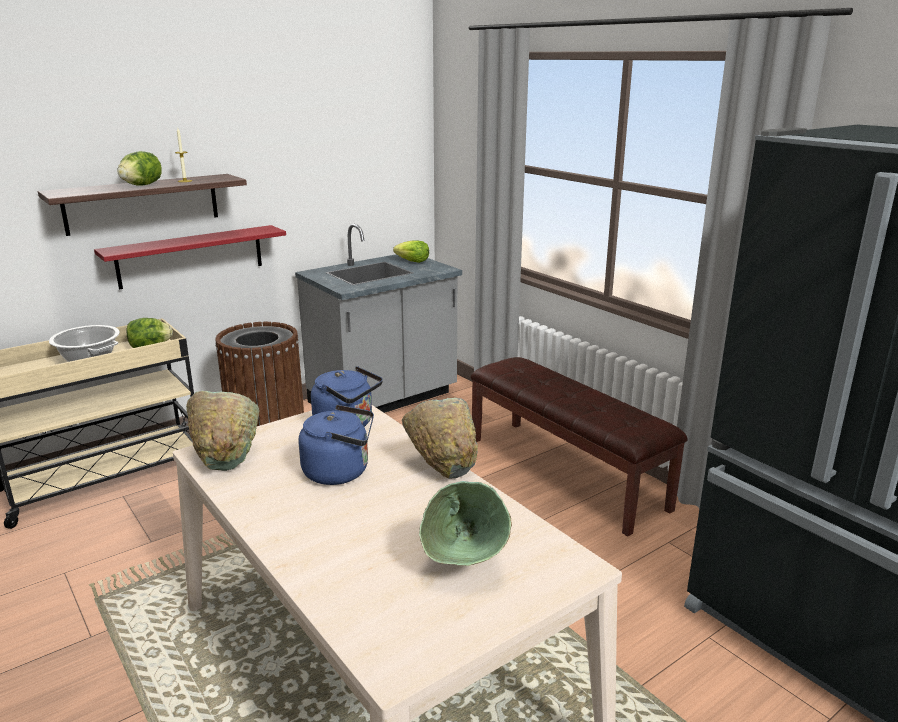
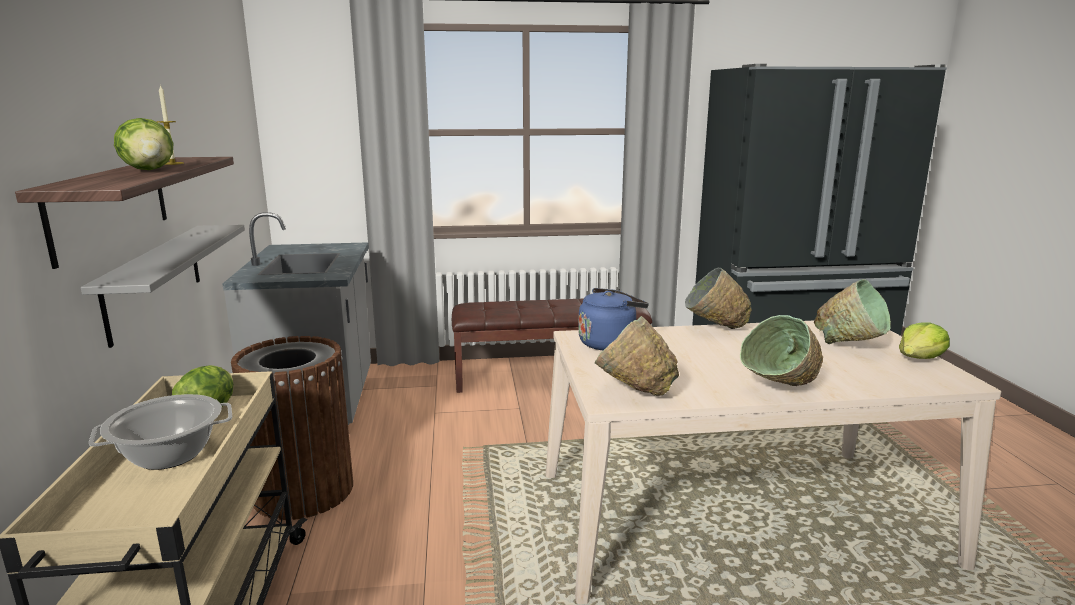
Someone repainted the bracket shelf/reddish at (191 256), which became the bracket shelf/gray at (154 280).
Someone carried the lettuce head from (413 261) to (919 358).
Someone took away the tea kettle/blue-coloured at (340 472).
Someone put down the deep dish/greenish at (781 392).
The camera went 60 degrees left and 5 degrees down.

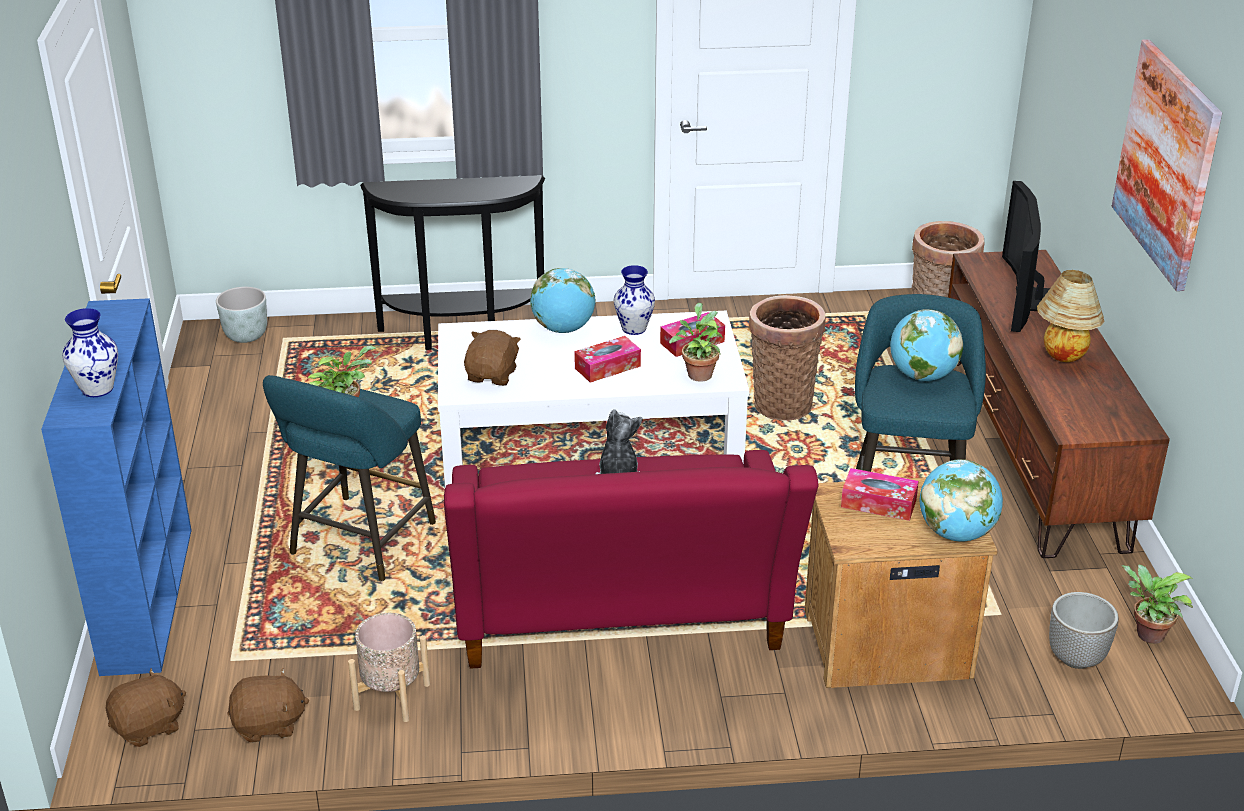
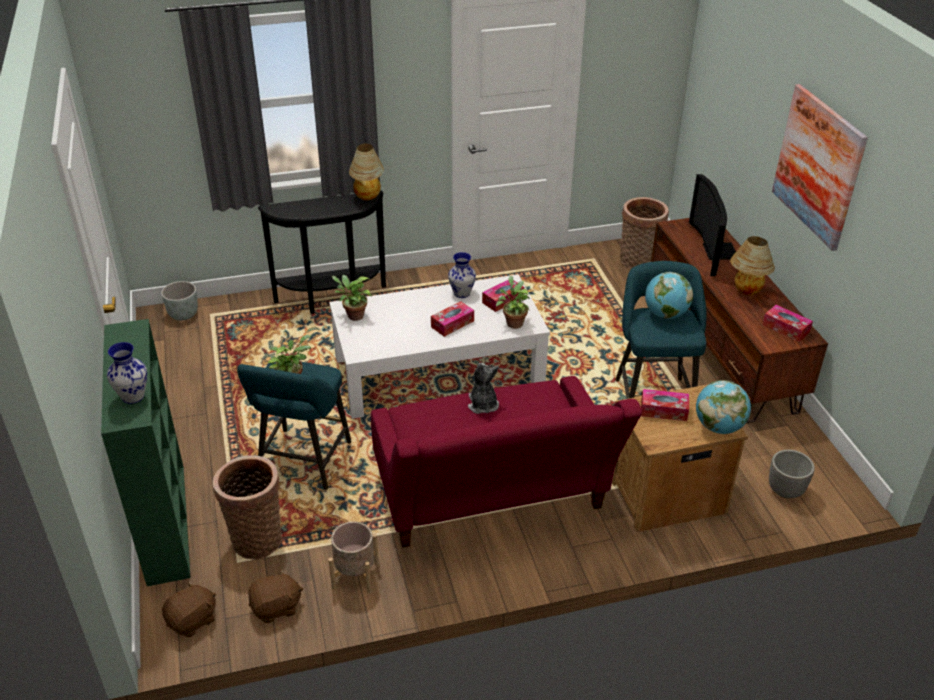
Someone took away the globe at (563 329).
Someone carried the basket from (781 402) to (256 538).
Someone repainted the bookshelf/blue-coloured at (147 597), which became the bookshelf/greenish at (165 521).
Someone took away the plush toy/brown-coloured at (493 375).
Someone carried the potted plant from (1146 634) to (353 316).
Someone put down the lamp for a table at (368 198).
Someone put down the box of tissues at (786 328).
The camera went 10 degrees left and 5 degrees up.

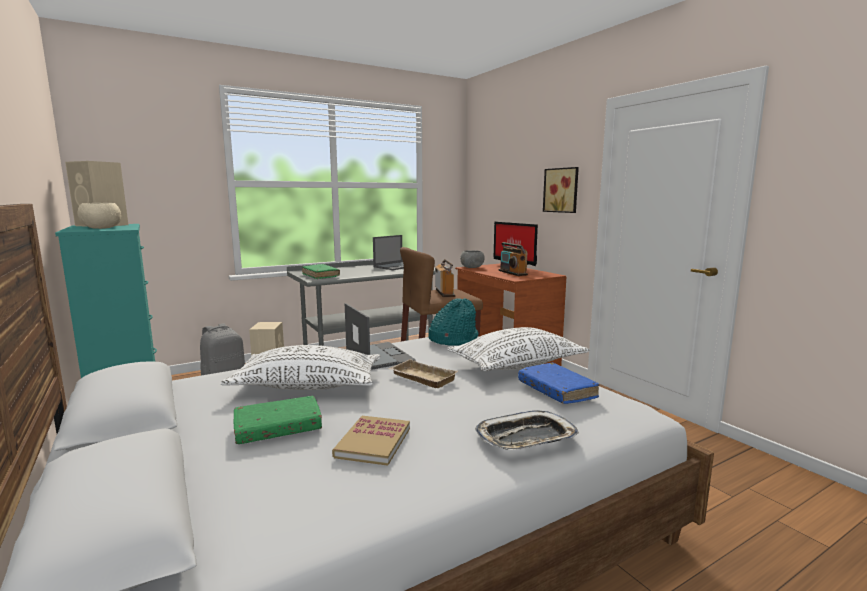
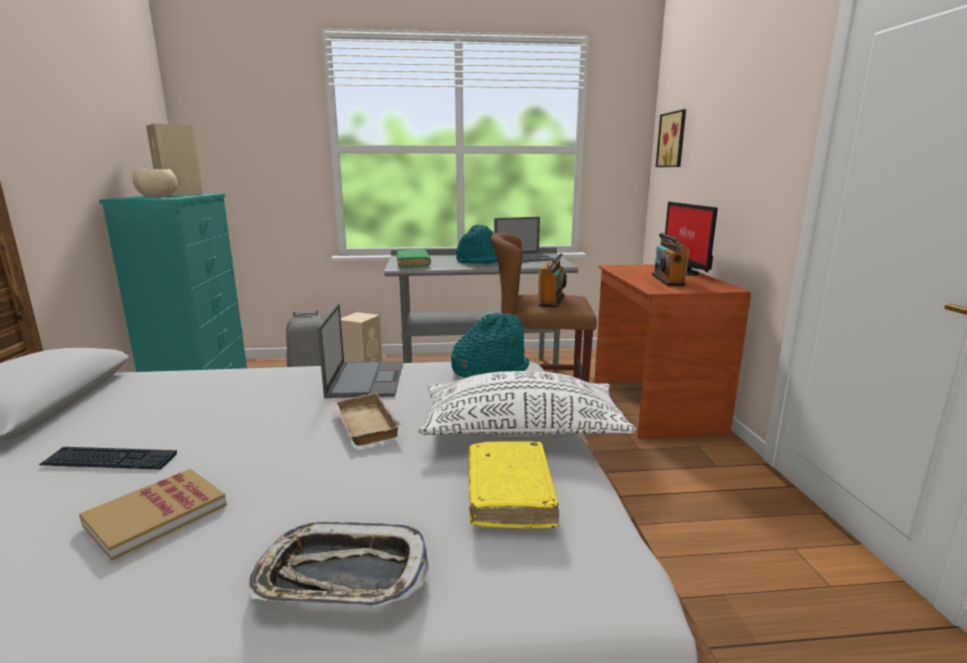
Someone carried the picture from (562 190) to (673 140).
Someone took away the deep dish/gray at (472 267).
Someone took away the pillow/white at (308 386).
Someone repainted the volume/blue-coloured at (556 390), which became the volume/yellow-coloured at (509 494).
Someone swapped the volume/greenish at (278 428) for the keyboard at (110 460).
Someone put down the clothing hat/turquoise-coloured at (478 261).
The camera went 25 degrees right and 5 degrees up.

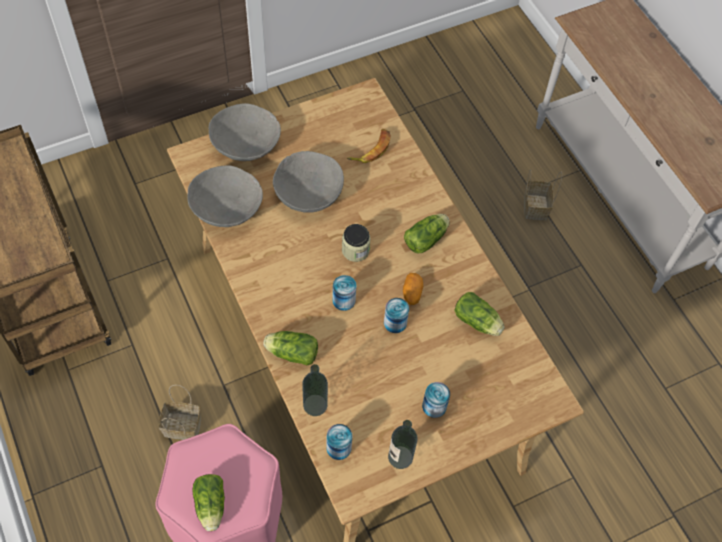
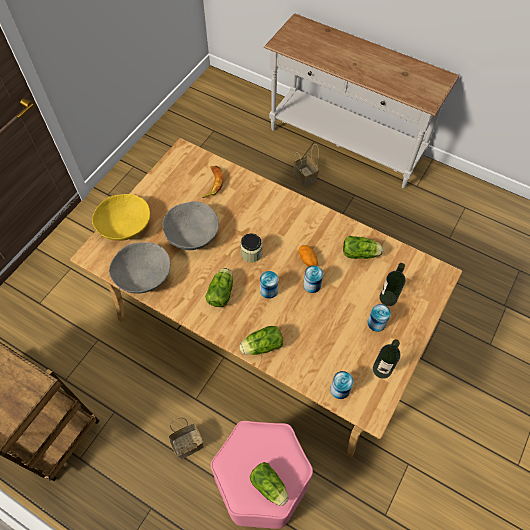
Someone repainted the deep dish/gray at (245 144), which became the deep dish/yellow-coloured at (124 225).
Someone carried the lettuce head from (427 238) to (221 291).
Someone carried the bottle from (315 405) to (388 298).
The camera went 30 degrees left and 0 degrees up.

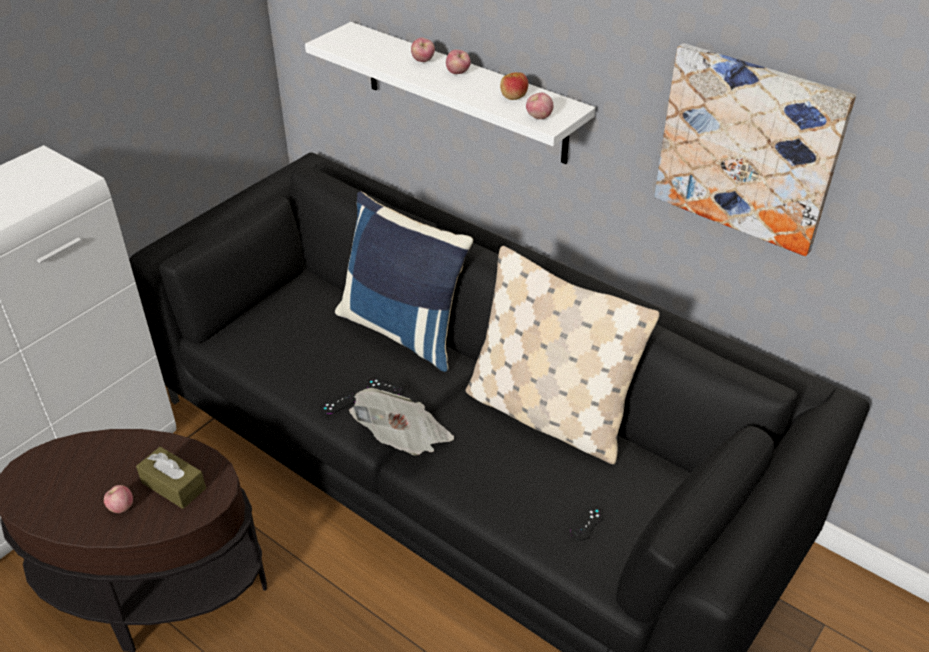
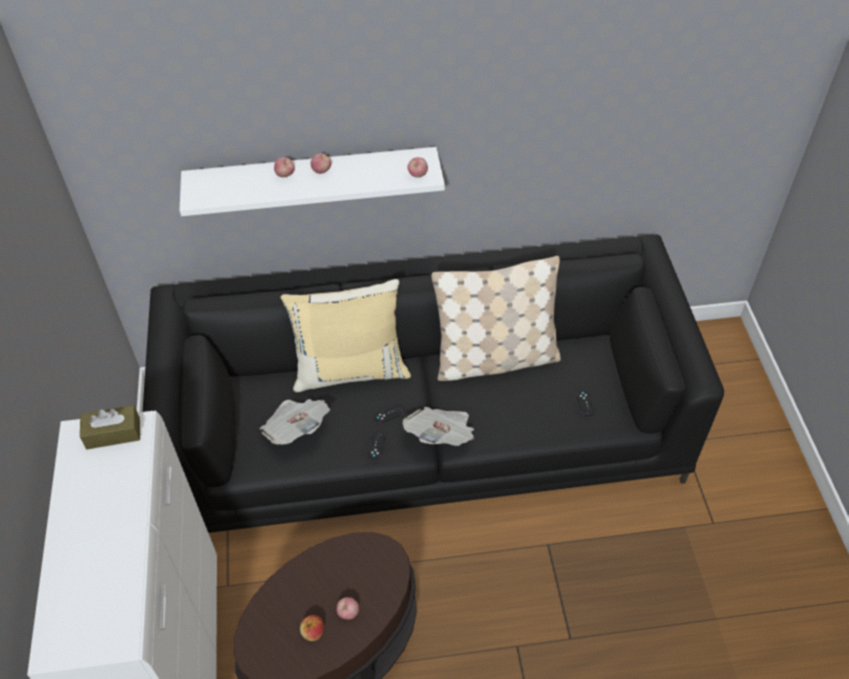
Someone took away the picture at (748 148).
Someone carried the whole apple from (513 97) to (313 632).
Someone repainted the pillow/blue-coloured at (404 330), which became the pillow/beige at (350 370).
Someone carried the box of tissues/brown-coloured from (174 485) to (113 433).
Someone put down the newspaper at (296 429).
The camera went 45 degrees left and 10 degrees up.

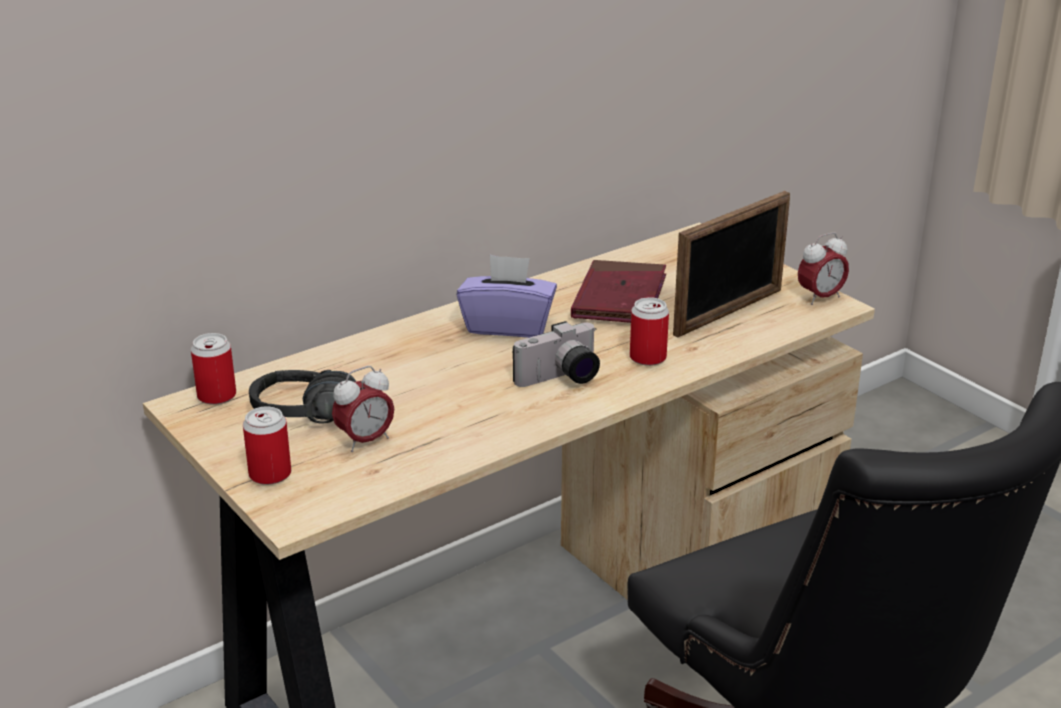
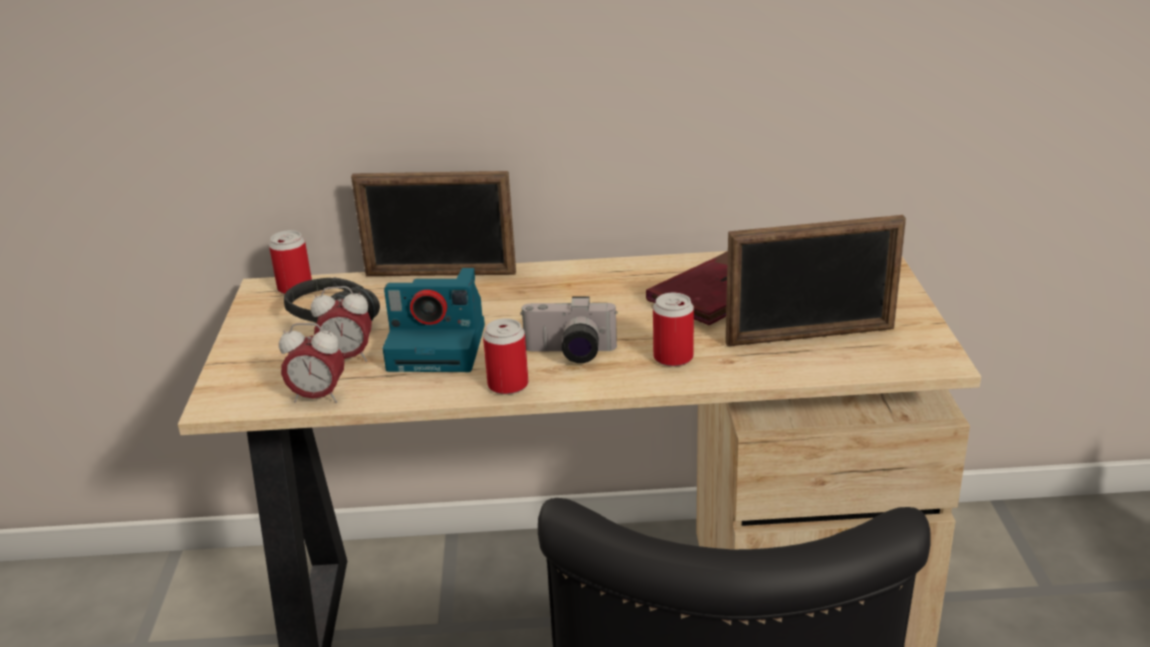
Someone carried the bedside clock from (820 298) to (318 397).
Someone took away the box of tissues/purplish at (508 325).
Someone carried the can from (270 474) to (508 385).
Someone put down the standing frame at (440 274).
Someone put down the photo camera at (440 347).
The camera went 35 degrees right and 0 degrees up.

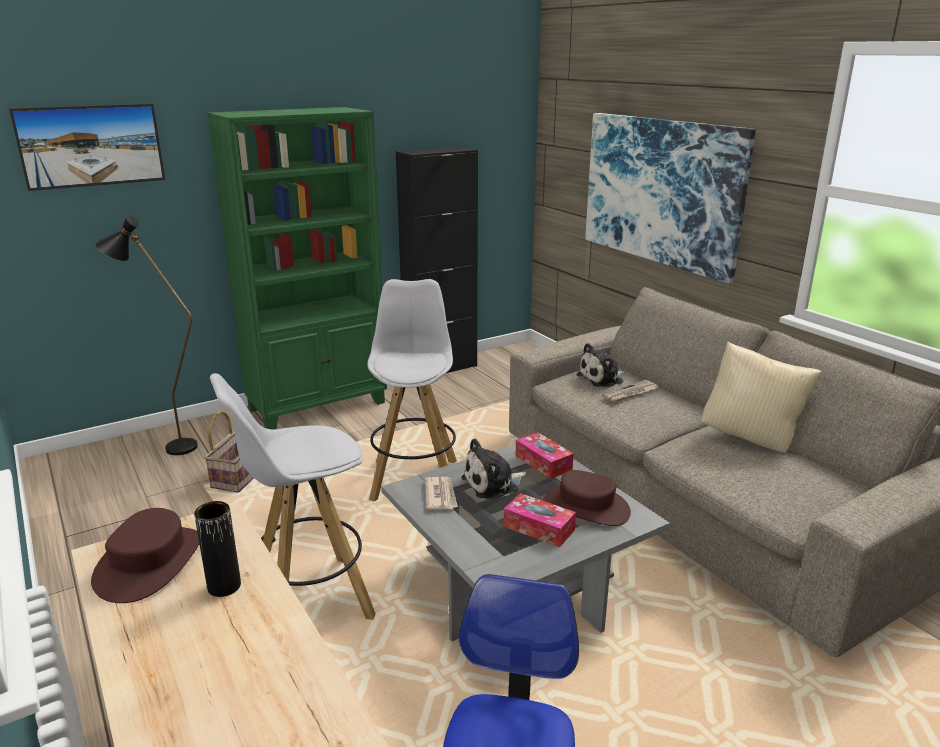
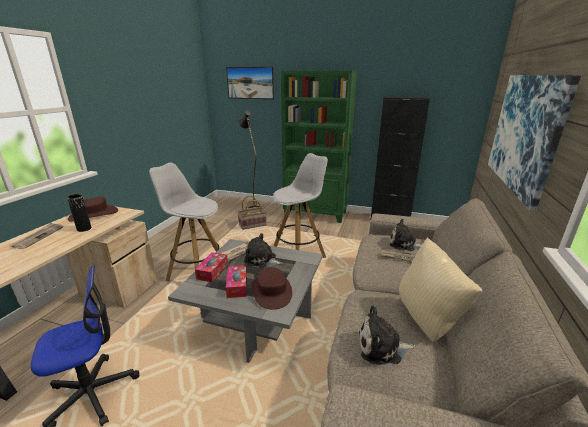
Someone carried the box of tissues from (543 462) to (212 271).
Someone put down the newspaper at (39 237).
Someone put down the plush toy at (382 347).
The camera went 50 degrees right and 0 degrees up.

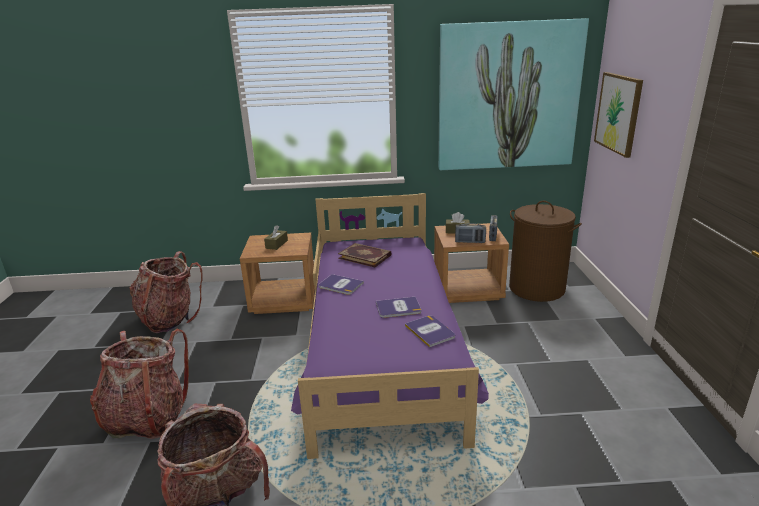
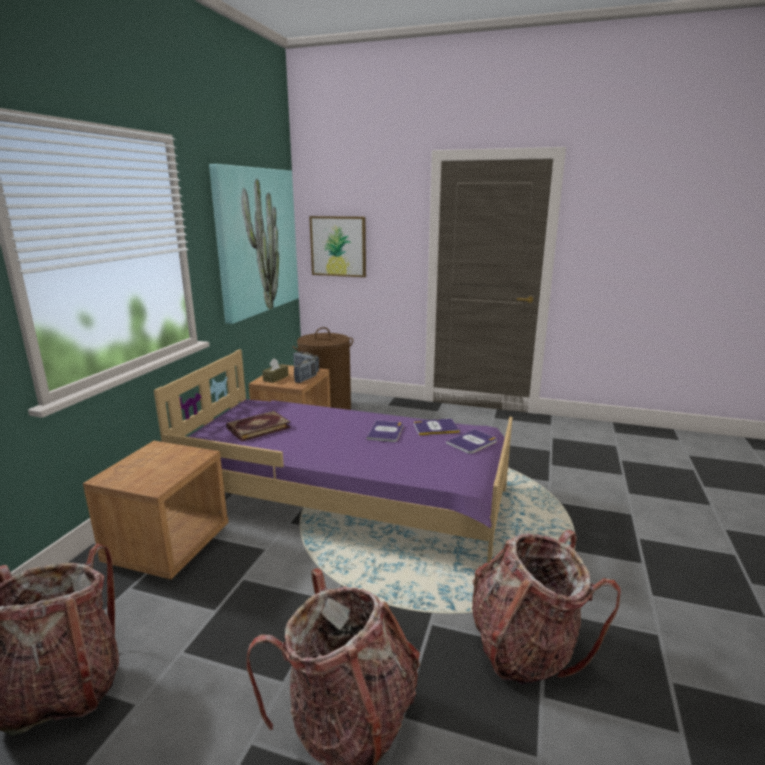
Someone took away the box of tissues/brown-coloured at (276 244).
Someone carried the volume from (340 285) to (472 442).
The camera went 70 degrees left and 5 degrees down.

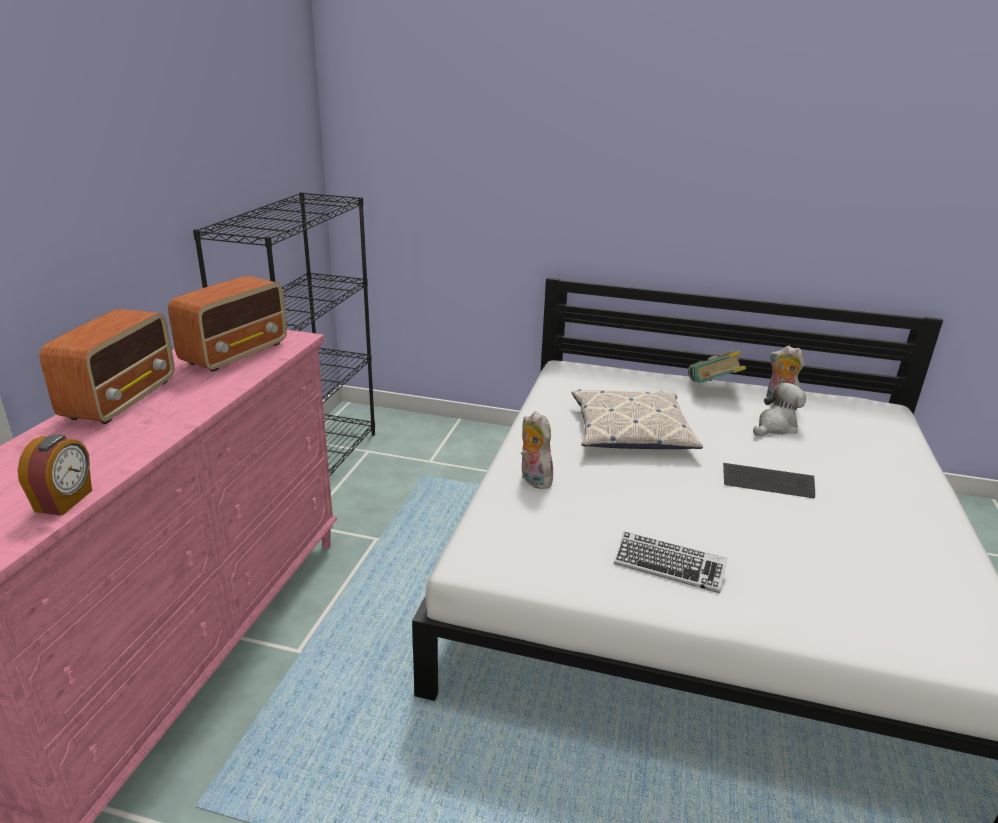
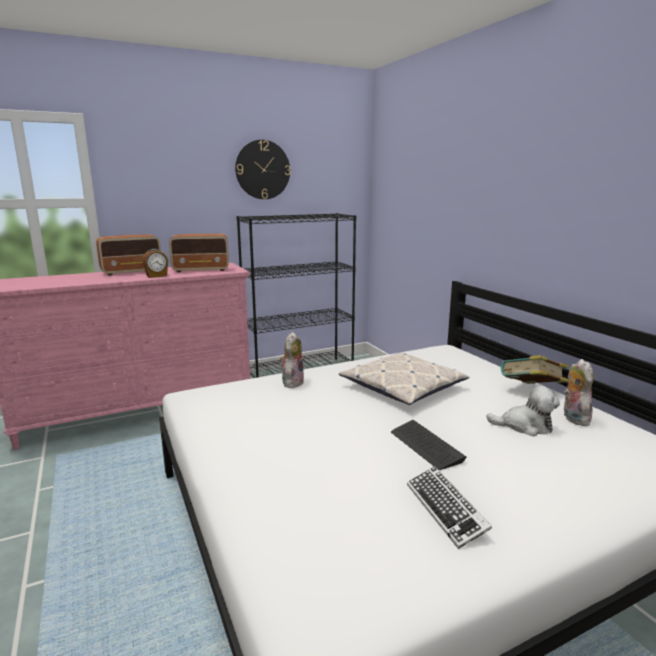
Someone carried the bedside clock from (65 501) to (157 276).
Someone carried the keyboard from (669 567) to (445 510).
Someone put up the clock on the wall at (262 170).
The camera went 50 degrees right and 10 degrees down.

